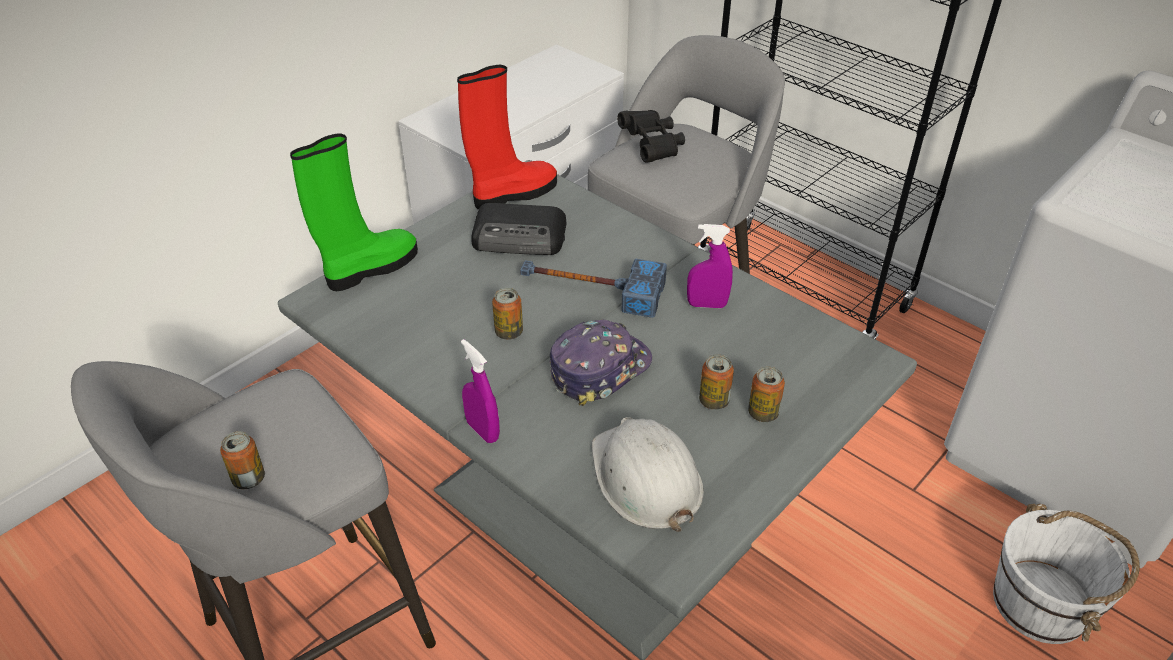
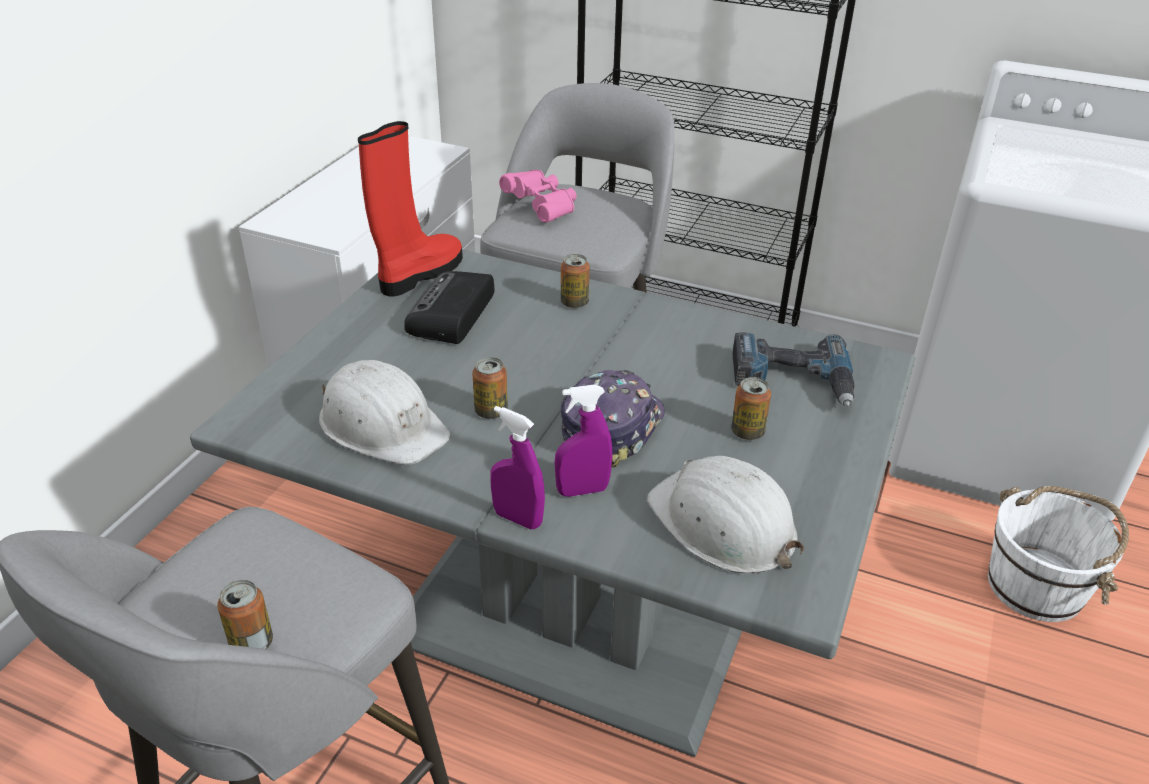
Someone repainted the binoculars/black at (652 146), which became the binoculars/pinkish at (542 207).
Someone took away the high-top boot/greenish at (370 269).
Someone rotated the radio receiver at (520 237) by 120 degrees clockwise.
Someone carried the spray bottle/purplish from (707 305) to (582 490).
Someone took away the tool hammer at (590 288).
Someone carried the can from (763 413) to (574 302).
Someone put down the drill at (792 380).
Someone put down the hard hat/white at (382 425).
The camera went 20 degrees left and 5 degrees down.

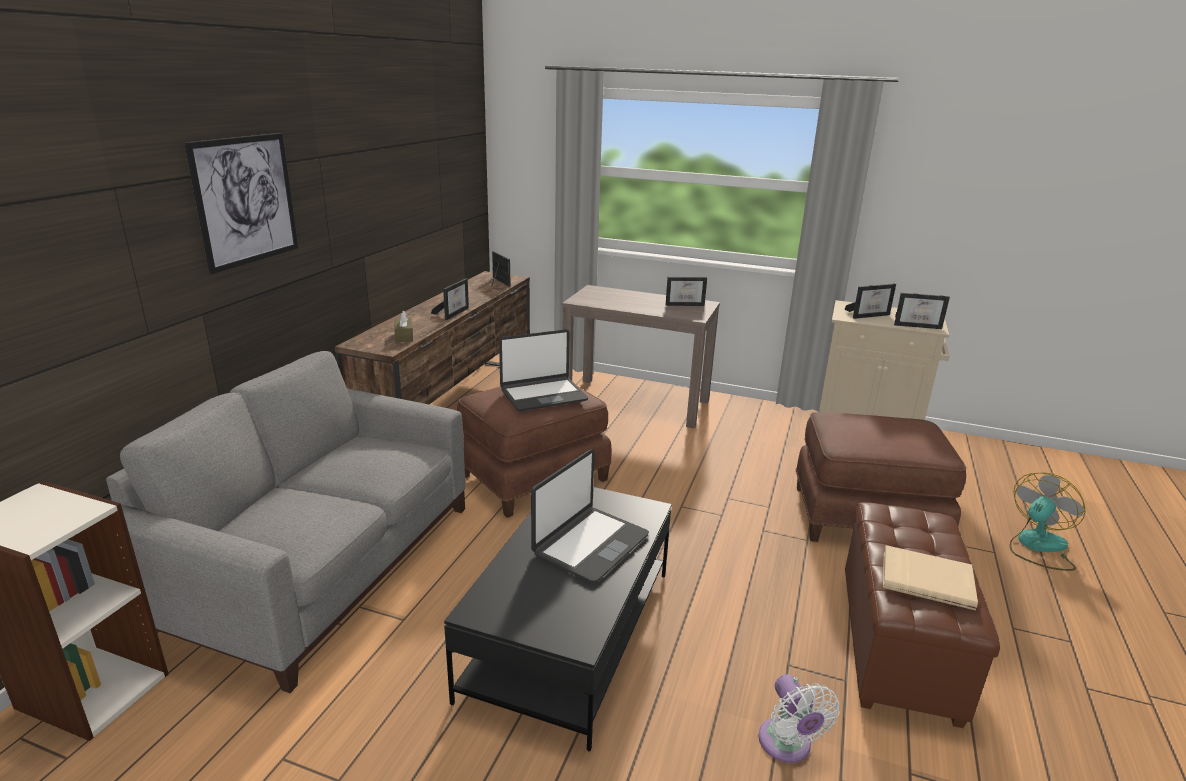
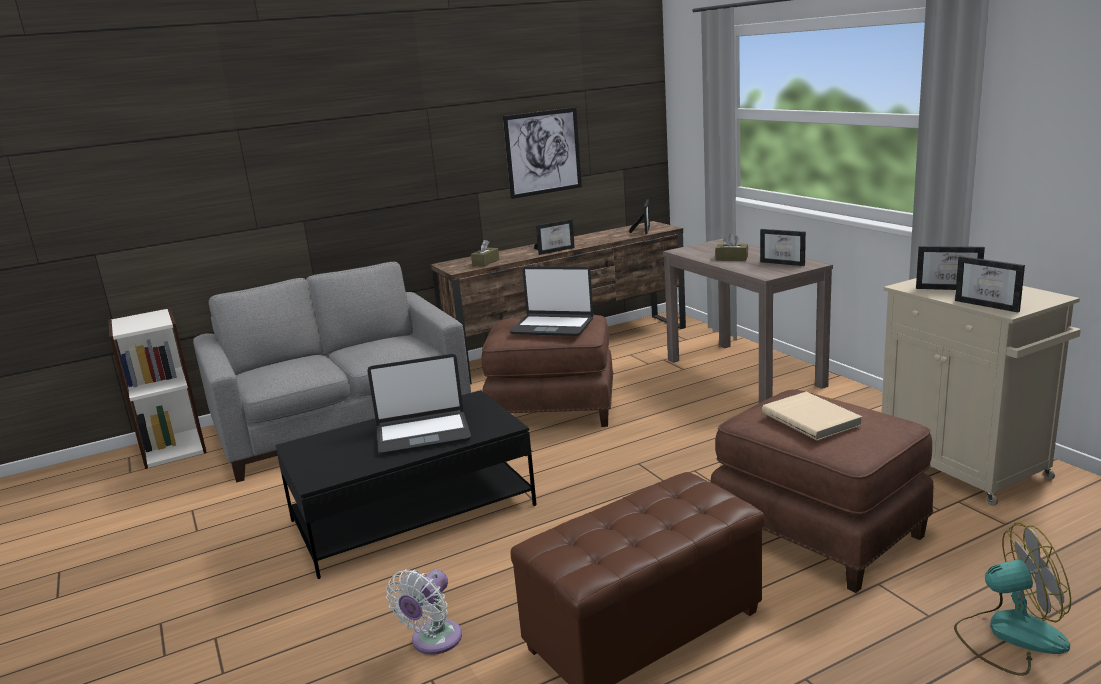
Someone carried the picture from (246 200) to (543 152).
Someone carried the volume/beige from (927 579) to (812 418).
Someone put down the box of tissues/brown-coloured at (731 258).
The camera went 45 degrees right and 5 degrees down.

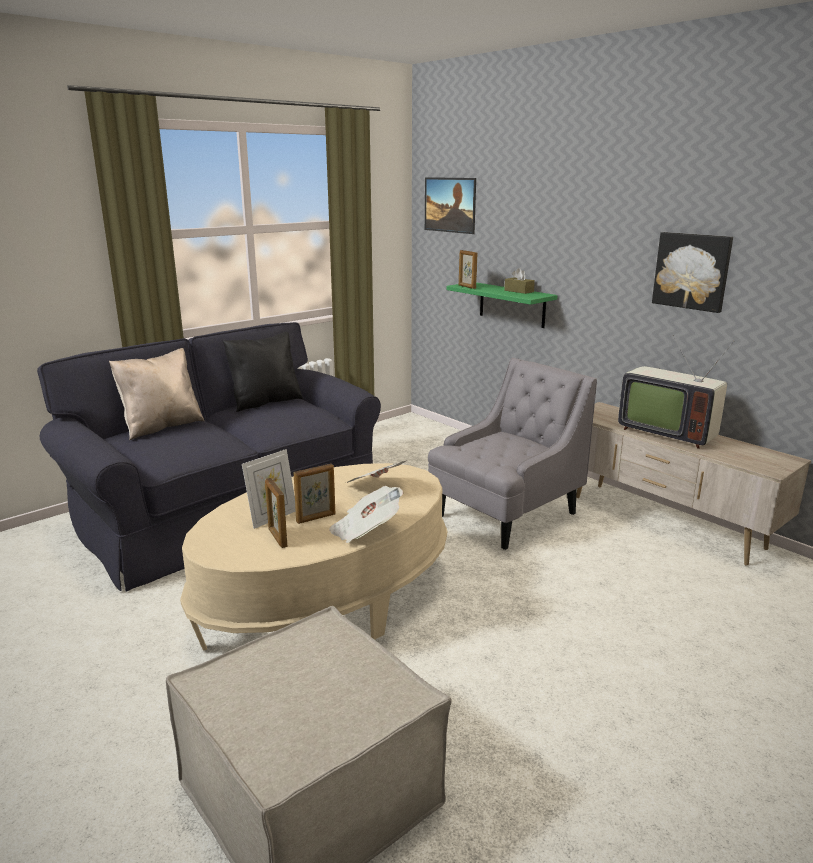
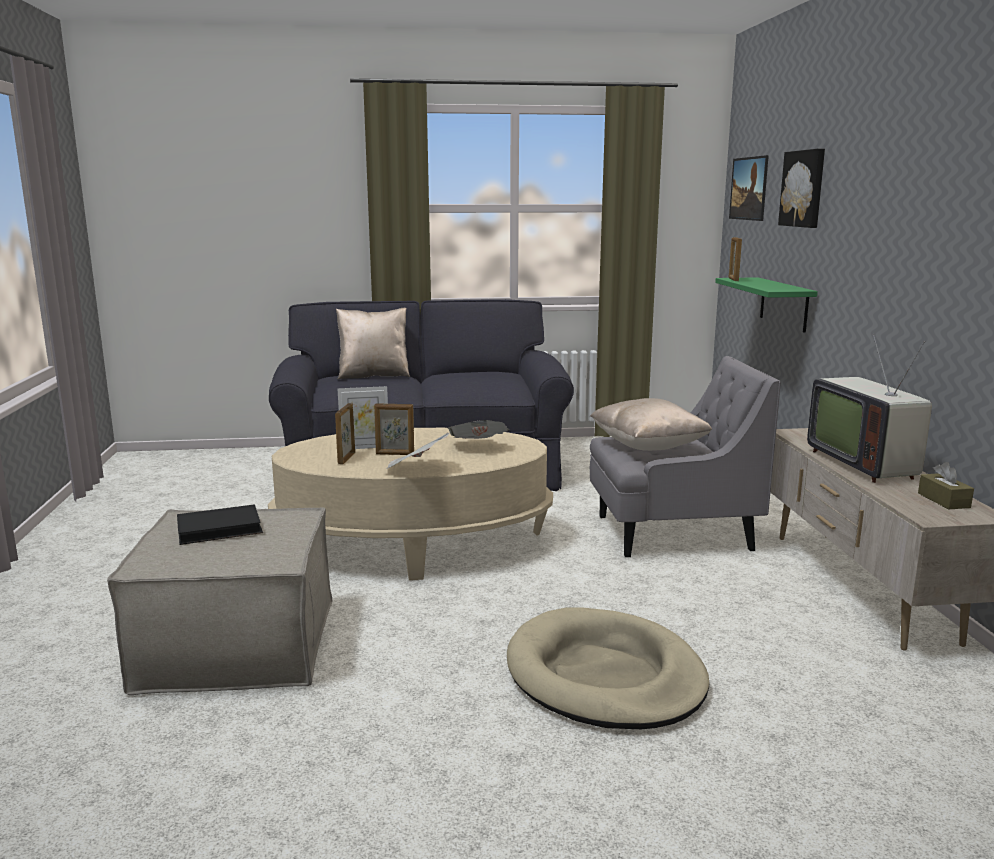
Someone carried the picture from (692 271) to (804 188).
Someone carried the box of tissues/brown-coloured from (519 291) to (943 500).
Someone took away the pillow/black at (265 402).
Someone put down the pillow/beige at (648 446).
Someone put down the volume/black at (220 529).
Someone put down the dog bed/beige at (604 676).
The camera went 35 degrees right and 5 degrees down.

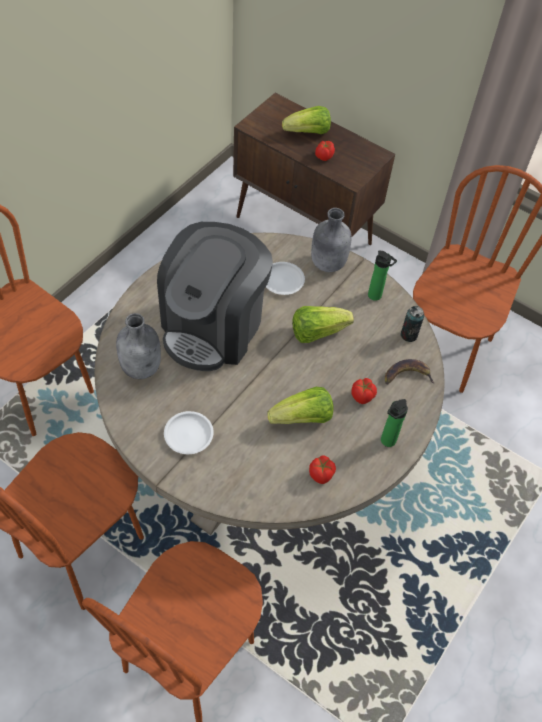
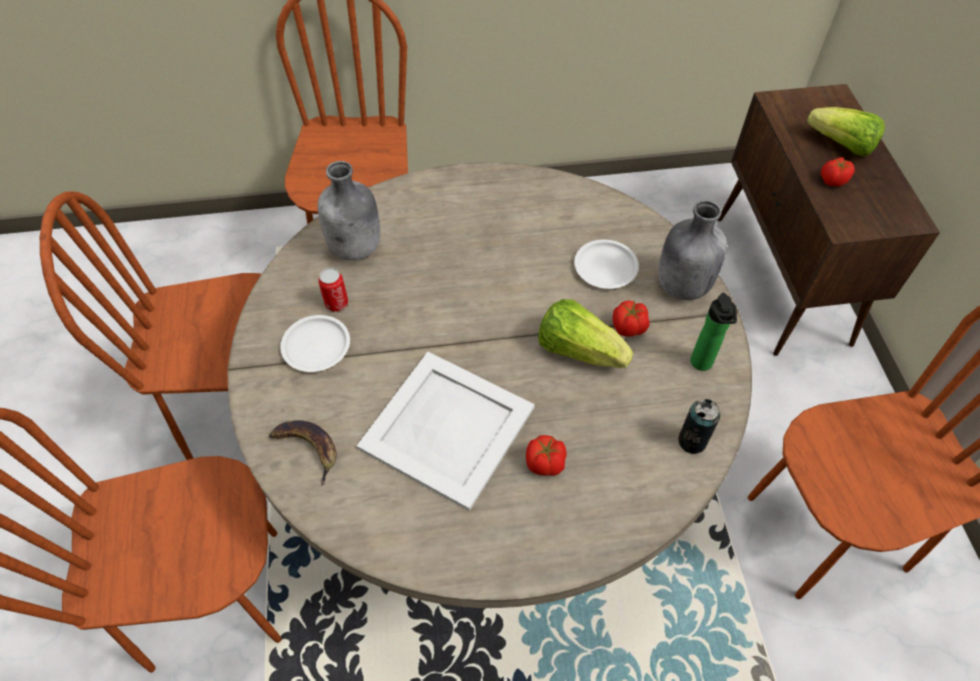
Someone took away the coffee maker at (213 326).
Someone carried the whole banana from (407 375) to (308 449).
Someone swapped the lettuce head at (303 418) for the carrying tray/white at (447 429).
Someone took away the bottle at (386 442).
Someone carried the fresh tomato from (321 474) to (629 328).
Someone put down the can at (336 303).
The camera went 50 degrees right and 0 degrees up.

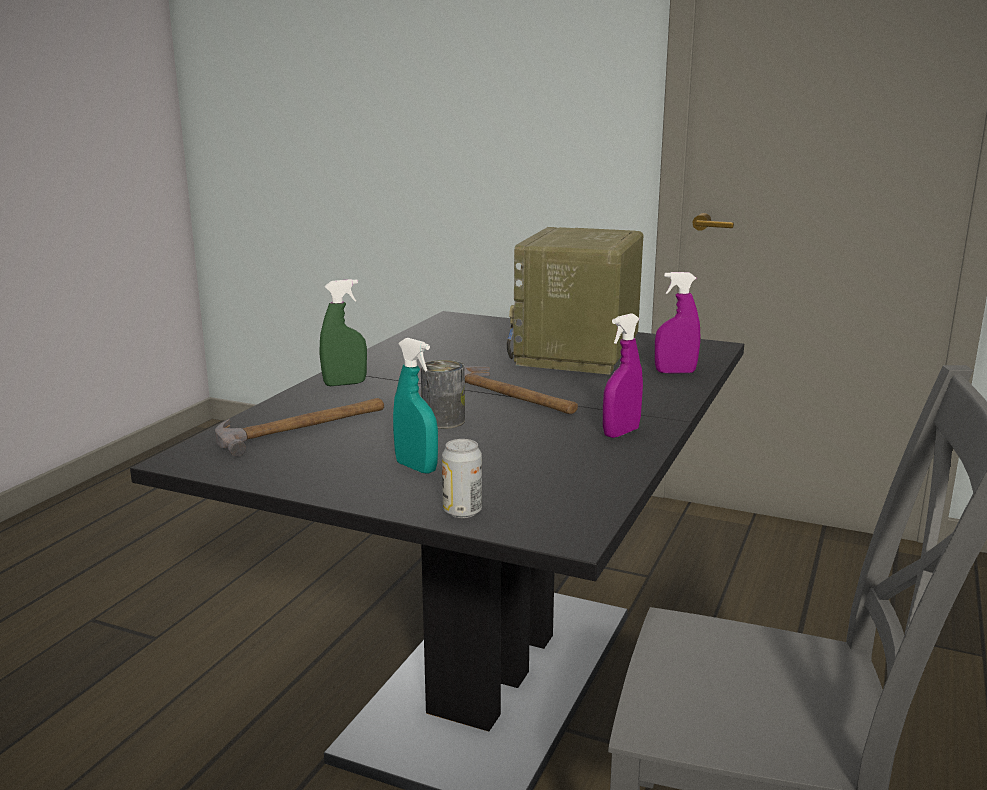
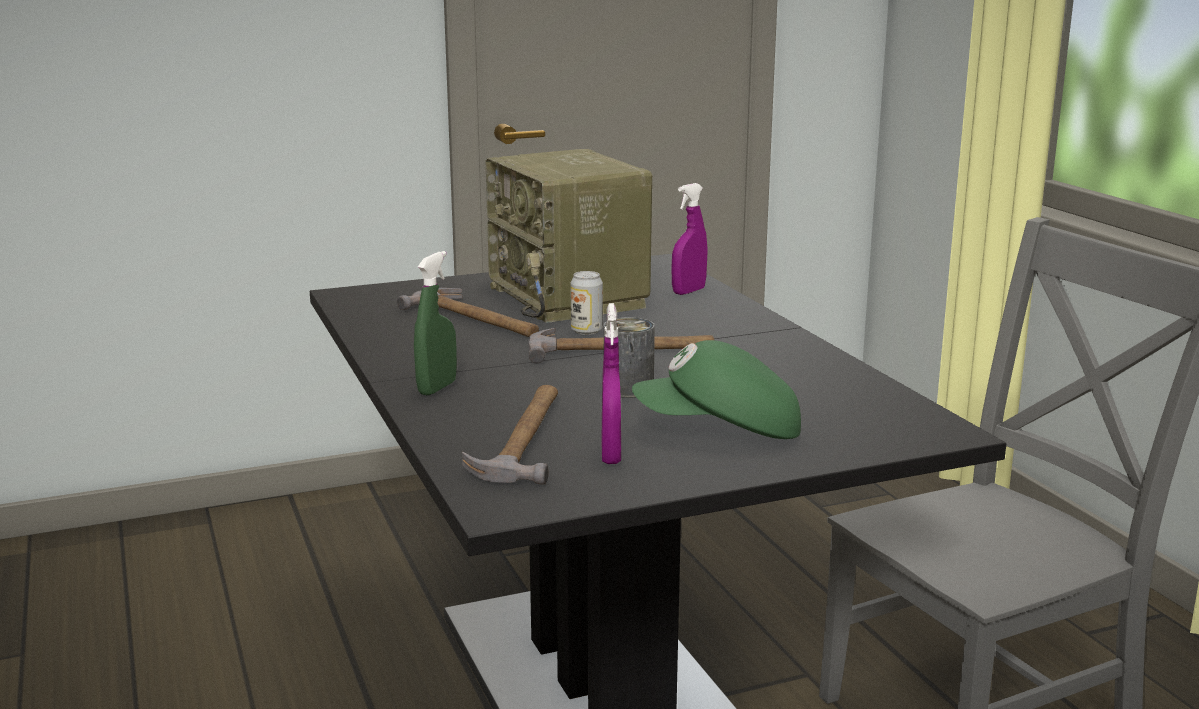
Someone carried the spray bottle/purplish from (621 433) to (611 455).
Someone swapped the spray bottle/turquoise-coloured at (416 467) for the cap/greenish at (720 431).
Someone carried the can from (462 511) to (586 331).
Someone put down the tool hammer at (475 319).
The camera went 45 degrees left and 0 degrees up.

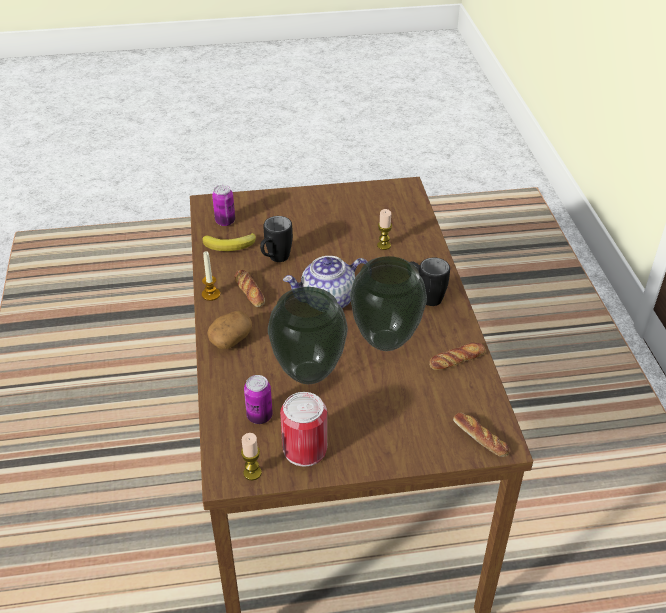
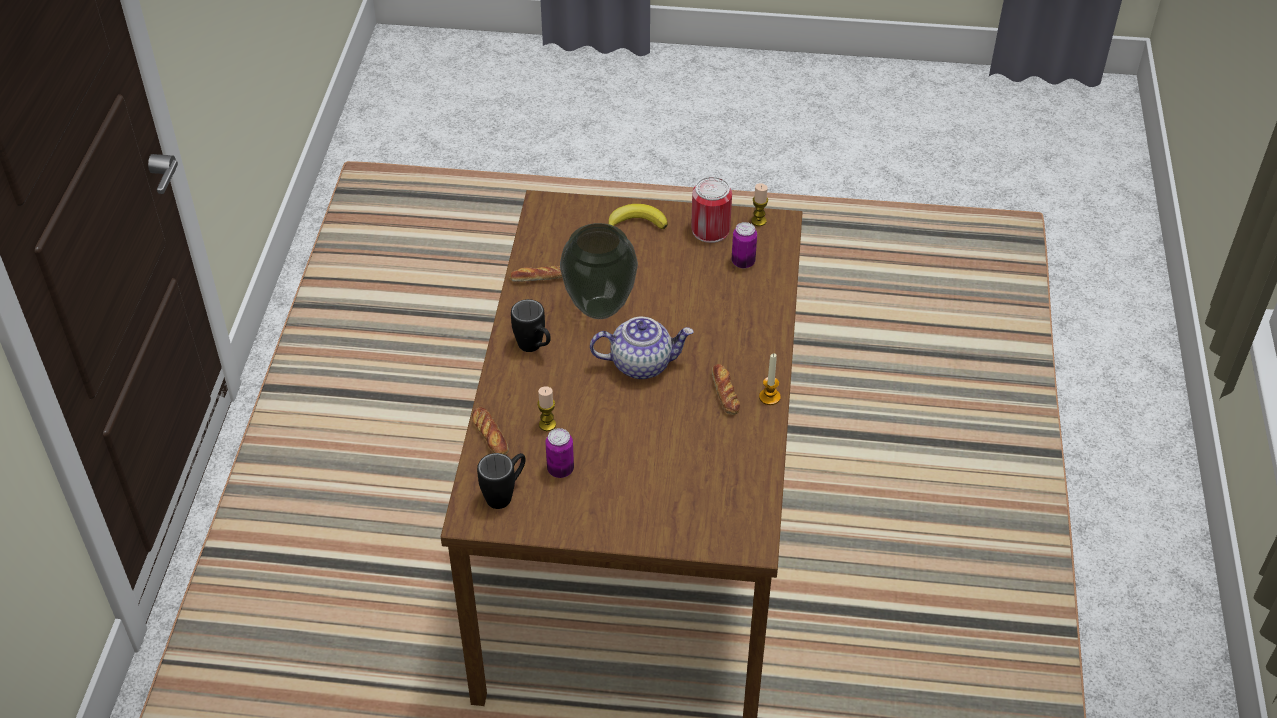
Someone carried the can from (225 221) to (560 469).
Someone carried the coffee mug/black from (275 260) to (505 494).
Someone carried the whole banana from (230 245) to (637 221).
Someone took away the flower vase at (307 372).
Someone took away the potato at (230 338).
Someone carried the baked bread from (480 438) to (490 435).
The camera went 165 degrees left and 5 degrees up.

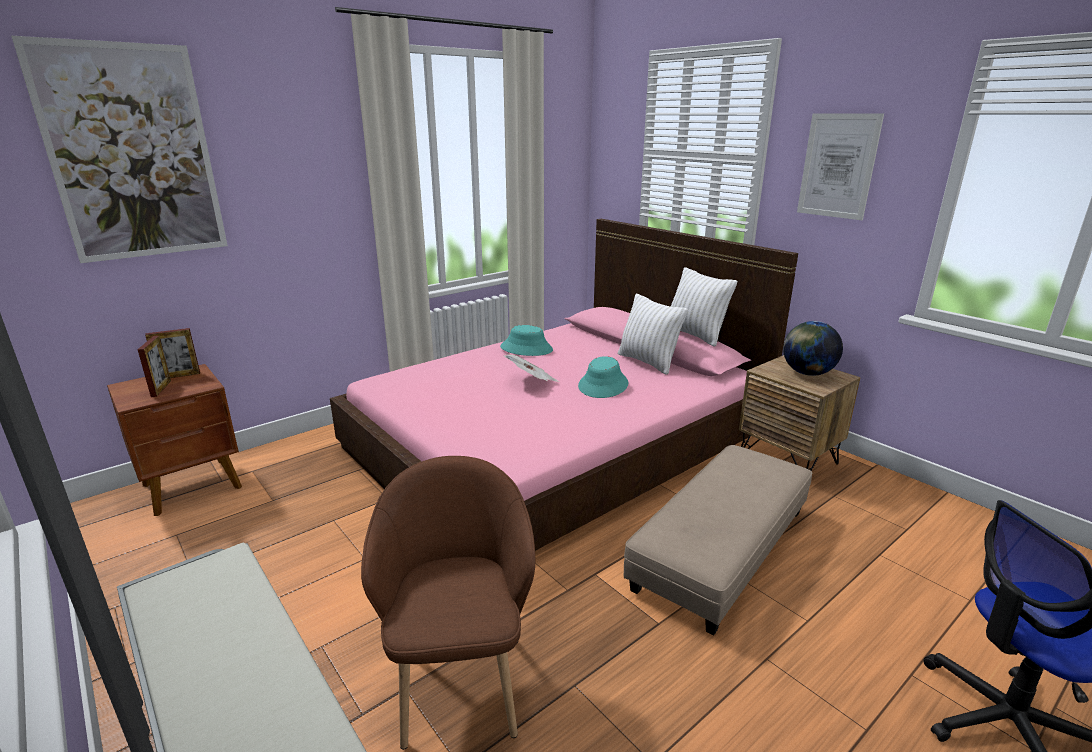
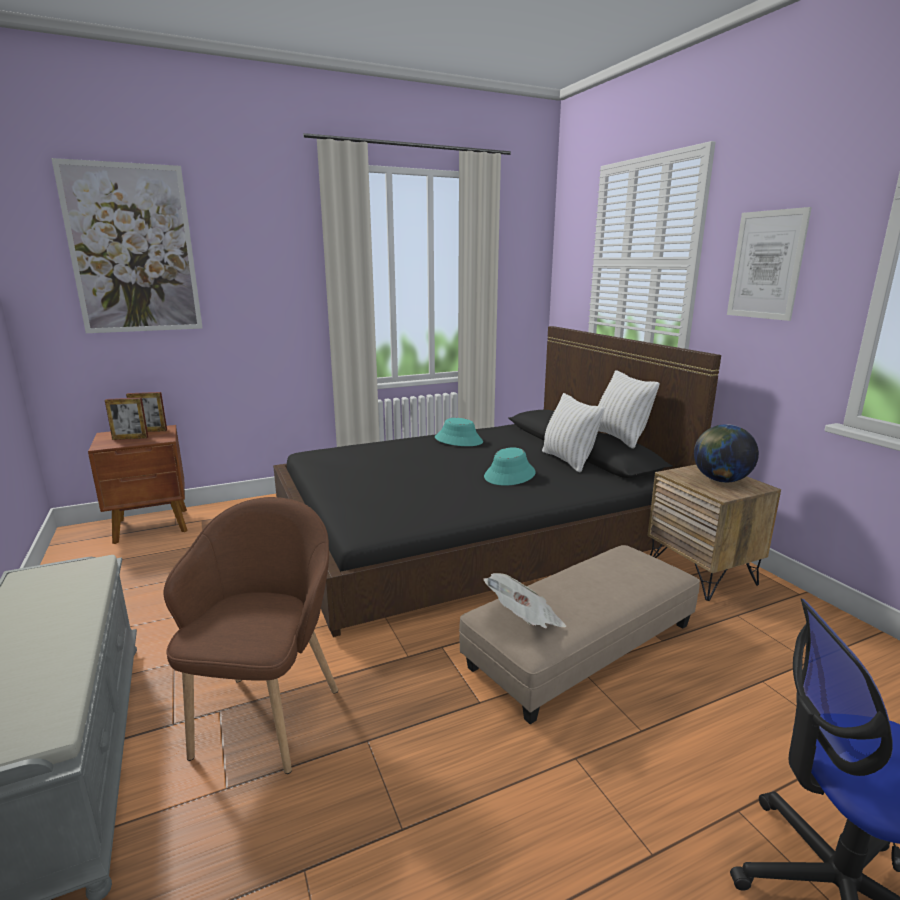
Someone repainted the bedroom bed/pinkish at (558 439), which became the bedroom bed/black at (472 527).
Someone rotated the standing frame at (161 388) by 75 degrees clockwise.
Someone carried the newspaper from (532 382) to (524 620).
The camera went 15 degrees right and 5 degrees down.

